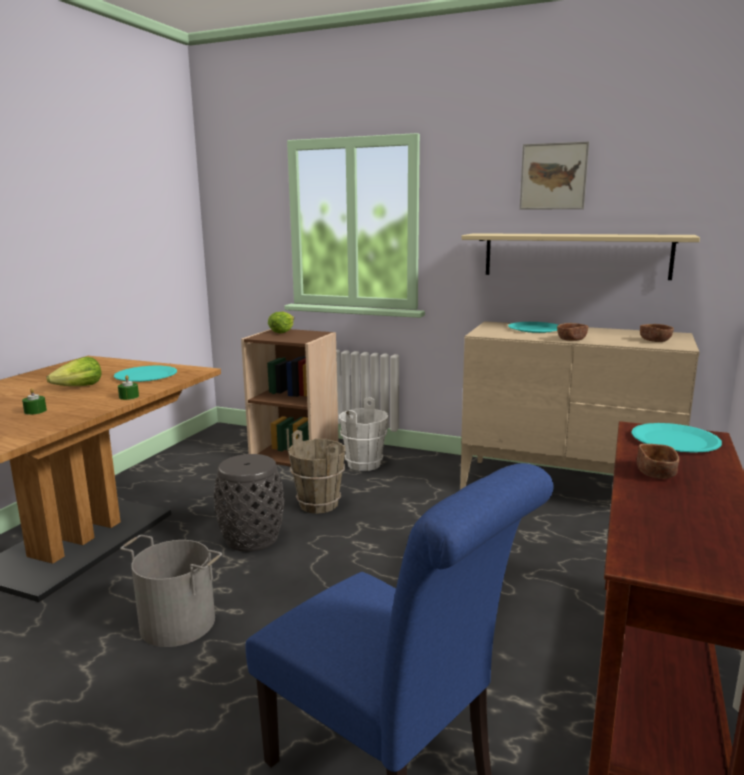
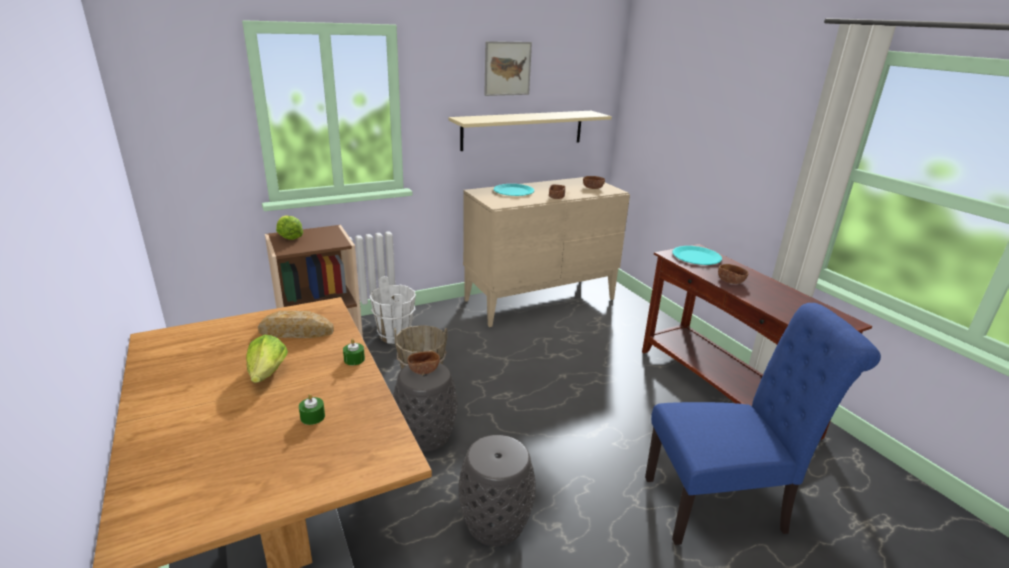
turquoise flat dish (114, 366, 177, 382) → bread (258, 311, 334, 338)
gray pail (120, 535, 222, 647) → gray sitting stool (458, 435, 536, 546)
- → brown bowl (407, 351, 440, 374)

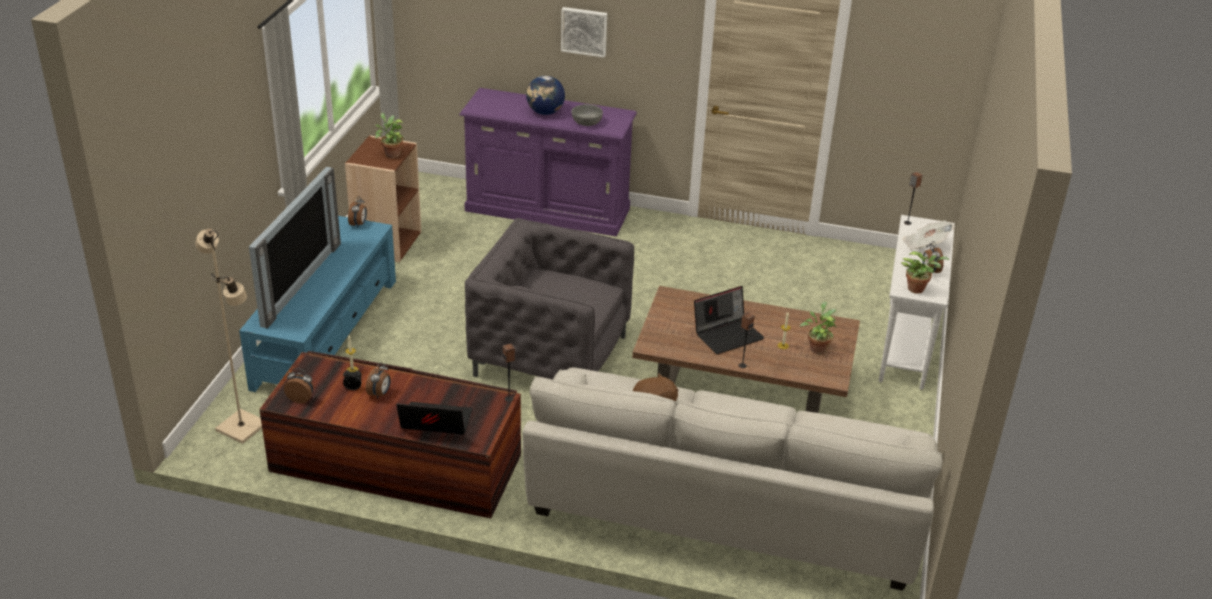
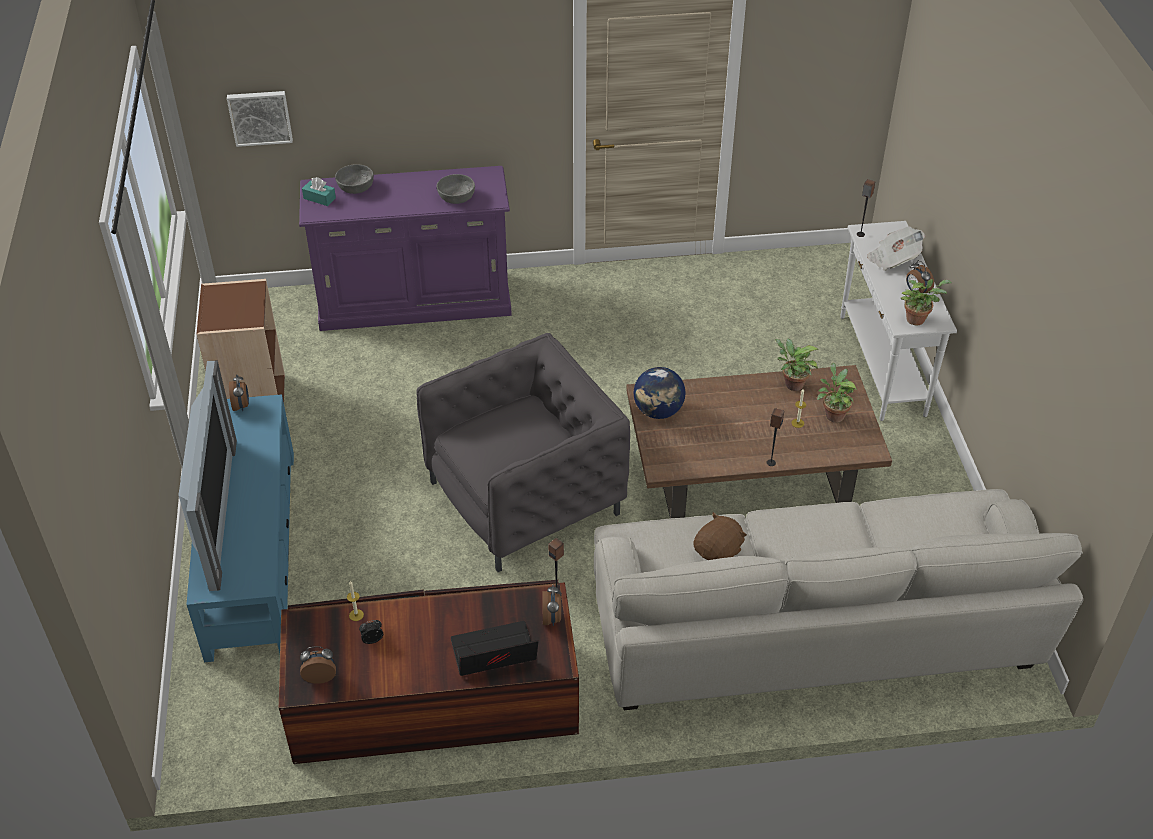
sand-coloured standing lamp (195, 228, 262, 444) → -
alarm clock (366, 363, 391, 399) → alarm clock (542, 585, 561, 626), moved
potted plant (375, 113, 404, 158) → potted plant (775, 338, 819, 391), moved
gray lounge chair (465, 218, 634, 380) → gray lounge chair (416, 333, 630, 572), 150 degrees clockwise
globe (526, 76, 565, 115) → globe (634, 367, 686, 419), moved
picture (561, 7, 607, 57) → picture (227, 91, 293, 147), moved
laptop (694, 286, 764, 354) → -
- → turquoise box of tissues (302, 177, 336, 206)
- → gray bowl (335, 164, 374, 194)

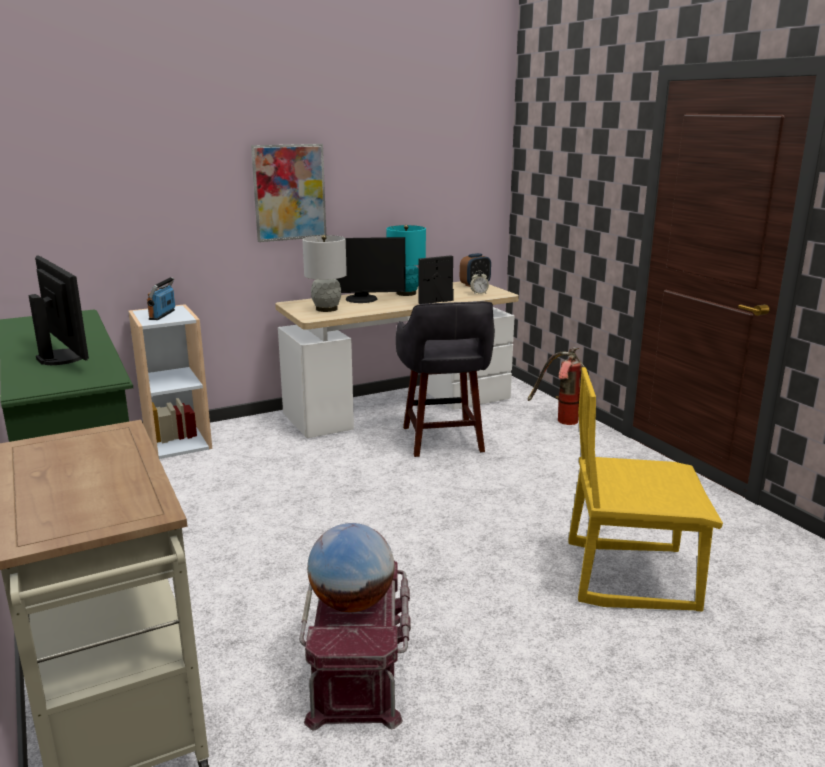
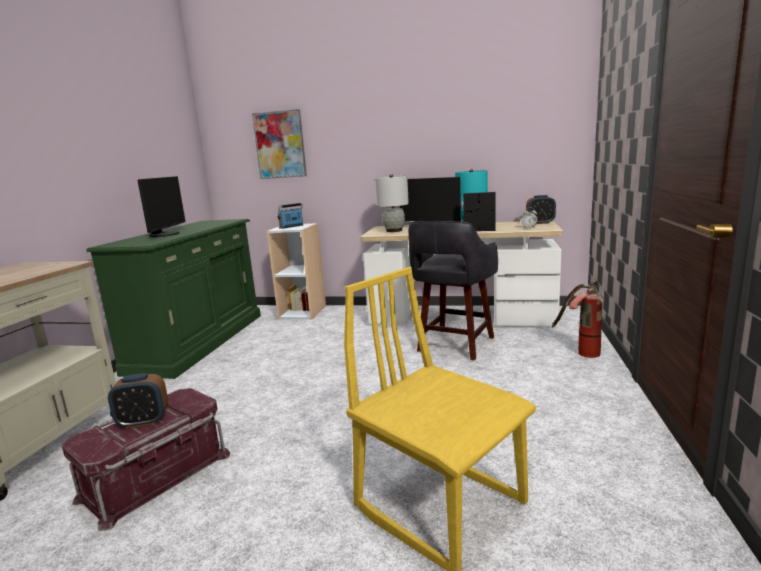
picture (251, 144, 326, 242) → picture (252, 109, 307, 179), moved
globe (307, 523, 394, 612) → alarm clock (108, 373, 168, 428)

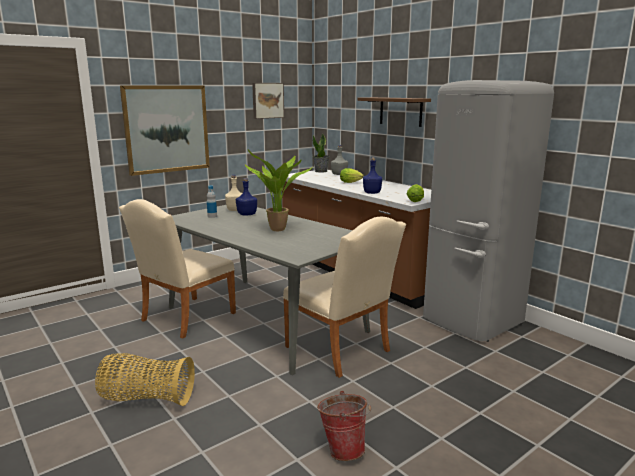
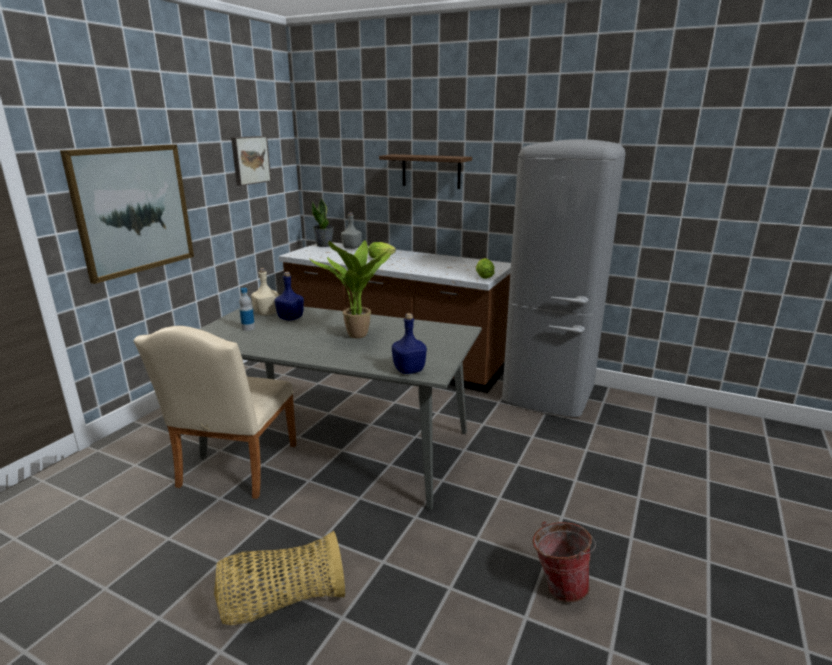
sand-coloured plain chair (283, 217, 406, 378) → -
blue-coloured bottle (363, 157, 382, 194) → blue-coloured bottle (392, 313, 427, 374), moved

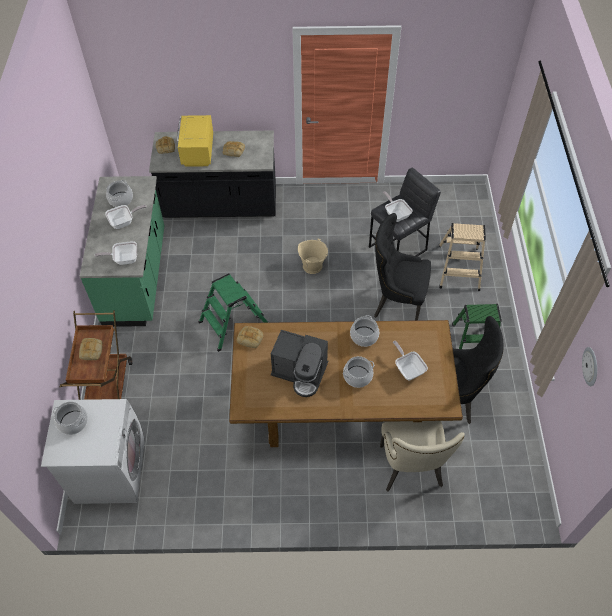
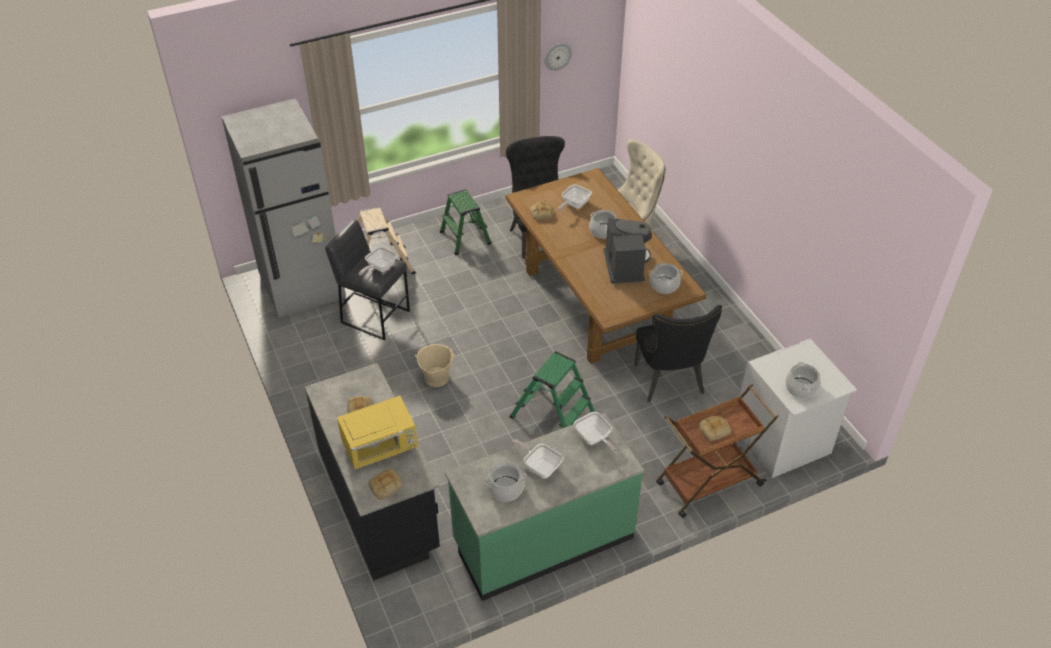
bread (237, 326, 264, 348) → bread (531, 201, 553, 220), moved
stockpot (350, 315, 379, 347) → stockpot (649, 263, 683, 294), moved
blackish plain chair (374, 213, 431, 321) → blackish plain chair (635, 305, 722, 402), moved
- → gray fridge (222, 99, 346, 318)

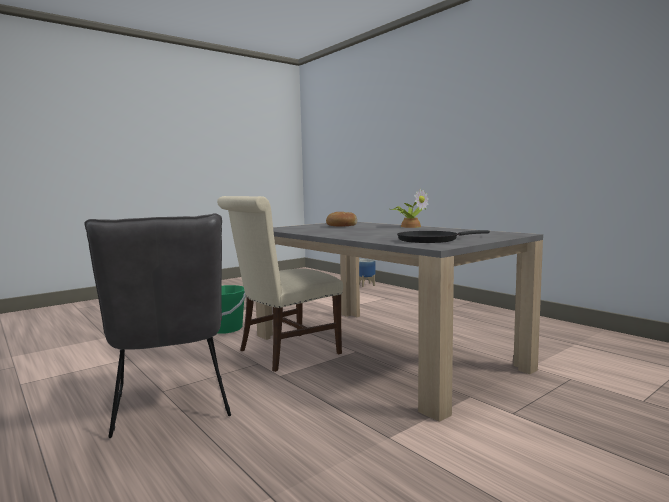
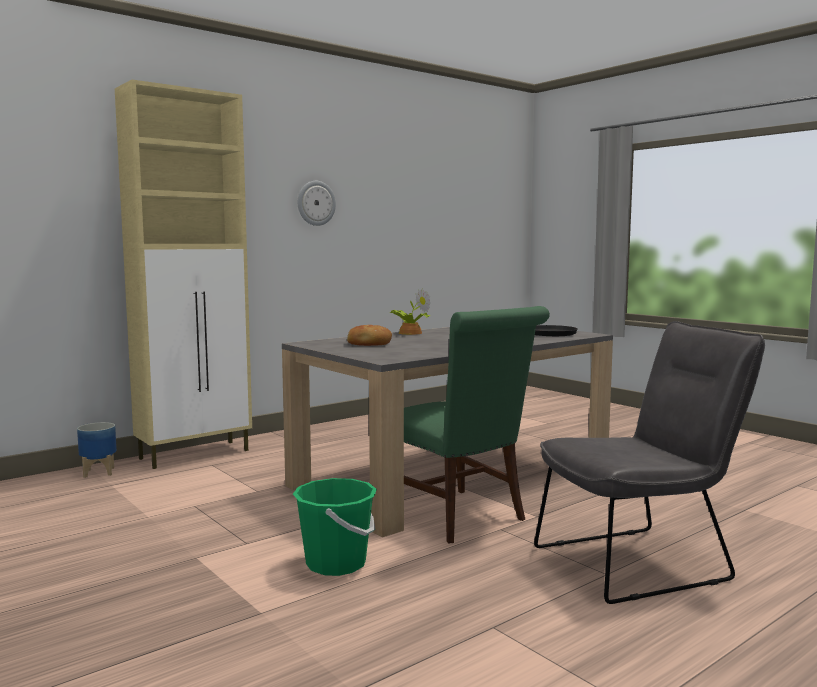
sand-coloured plain chair (217, 196, 343, 372) → green plain chair (404, 306, 550, 544)
- → sand-coloured storage cabinet (115, 79, 252, 469)
- → wall clock (298, 181, 336, 226)

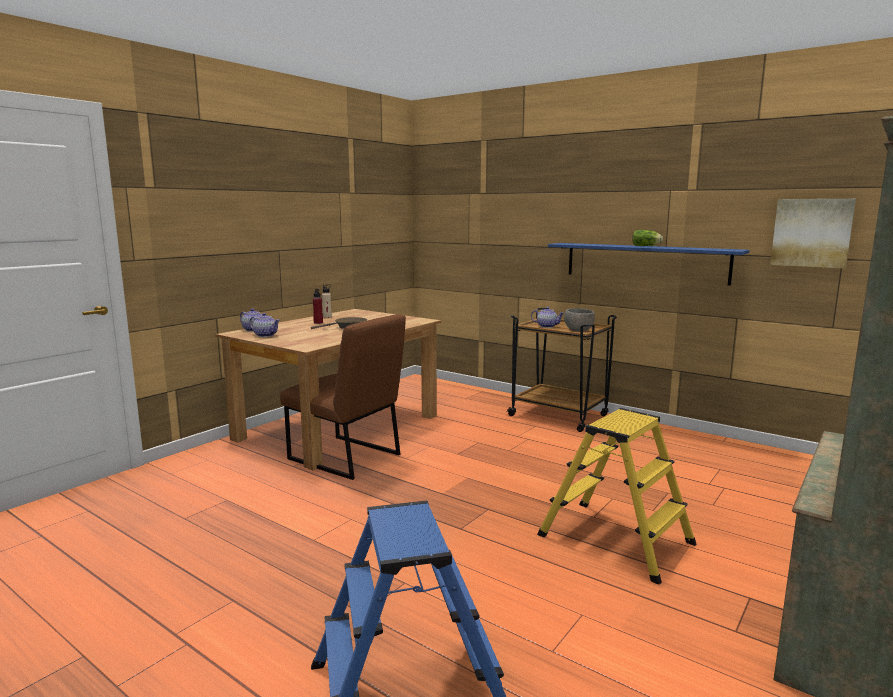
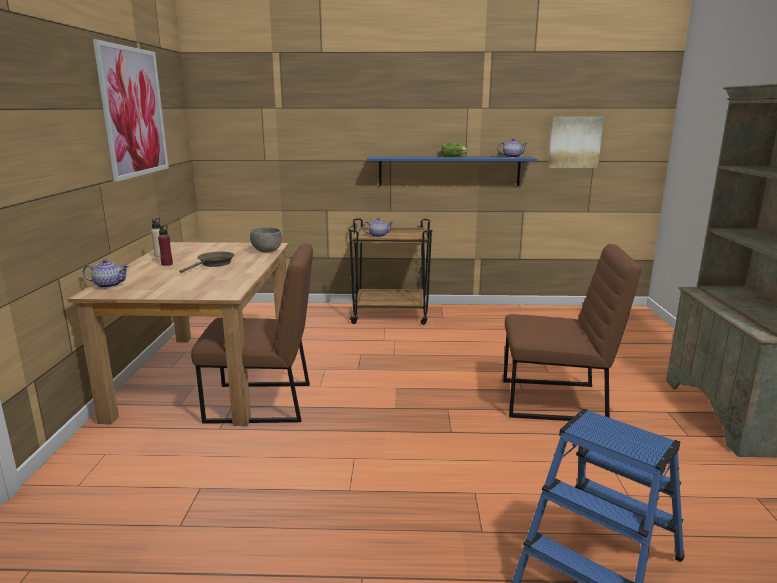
pot for tea (249, 313, 280, 337) → pot for tea (497, 138, 527, 158), moved
yellow step stool (537, 408, 697, 585) → brown plain chair (503, 244, 641, 421)
gray bowl (564, 308, 595, 332) → gray bowl (250, 227, 282, 253), moved
- → picture (93, 39, 169, 182)

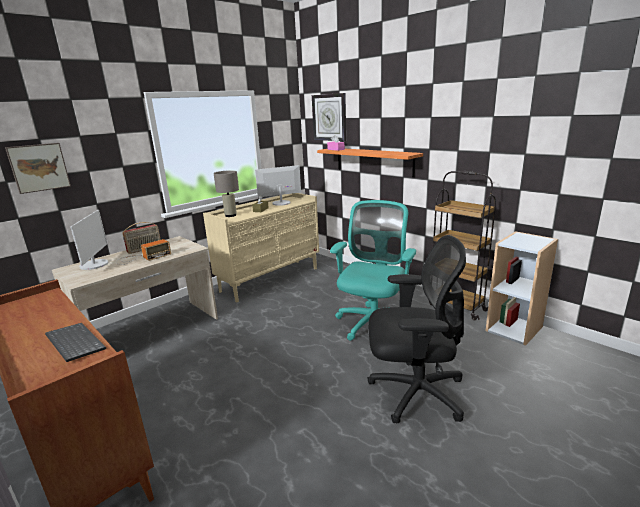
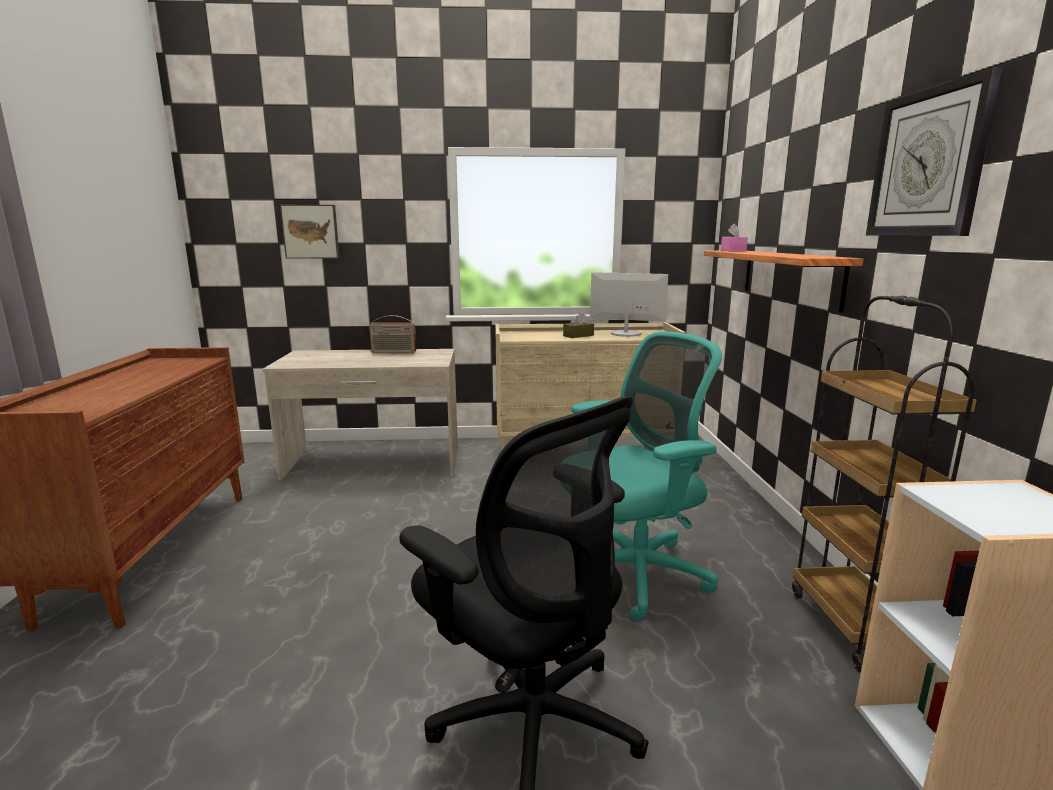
computer keyboard (45, 323, 106, 362) → -
monitor (70, 210, 108, 270) → -
radio set (116, 239, 171, 265) → -
gray table lamp (214, 170, 239, 217) → -
wall clock (312, 93, 346, 141) → wall clock (866, 67, 1002, 236), moved

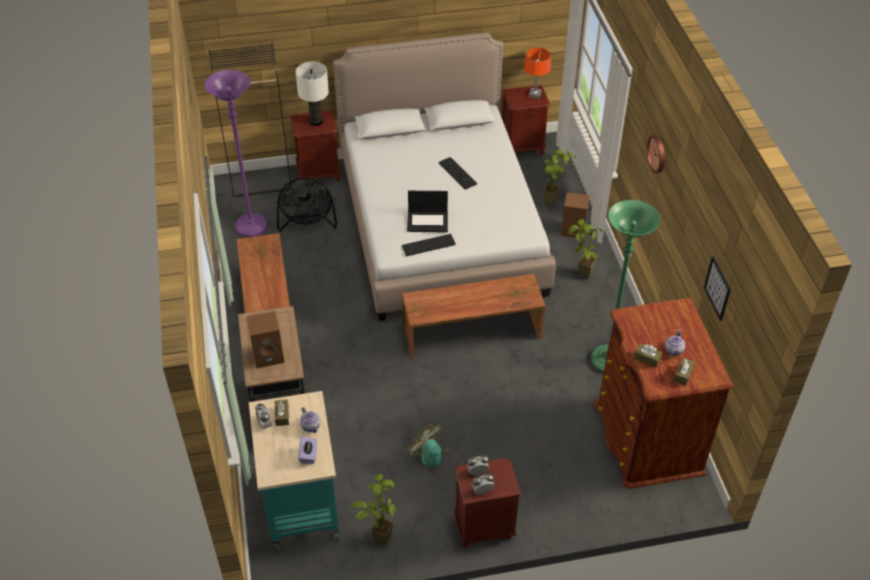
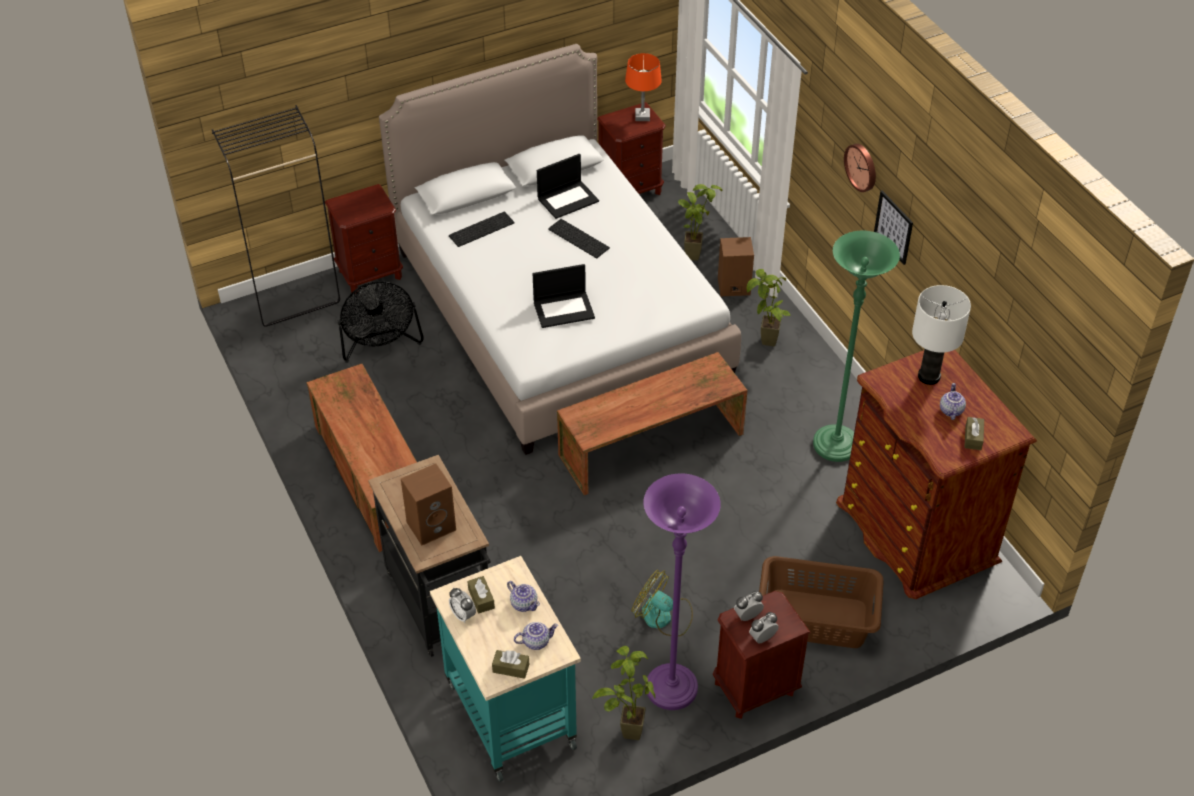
purple-coloured standing lamp (204, 70, 267, 237) → purple-coloured standing lamp (643, 473, 721, 710), moved
white table lamp (296, 62, 329, 126) → white table lamp (912, 285, 971, 385), moved
purple-coloured box of tissues (299, 437, 317, 464) → pot for tea (514, 622, 558, 650)
computer keyboard (402, 234, 456, 256) → computer keyboard (449, 212, 514, 247), moved
brown box of tissues (634, 344, 662, 367) → brown box of tissues (492, 650, 529, 679), moved
picture (704, 256, 731, 321) → picture (874, 190, 913, 265), moved
- → laptop (537, 154, 599, 219)
- → brown hamper (759, 556, 884, 648)

